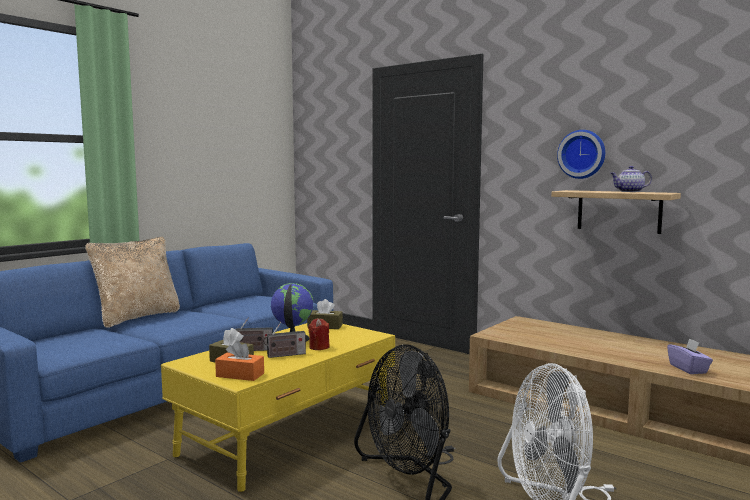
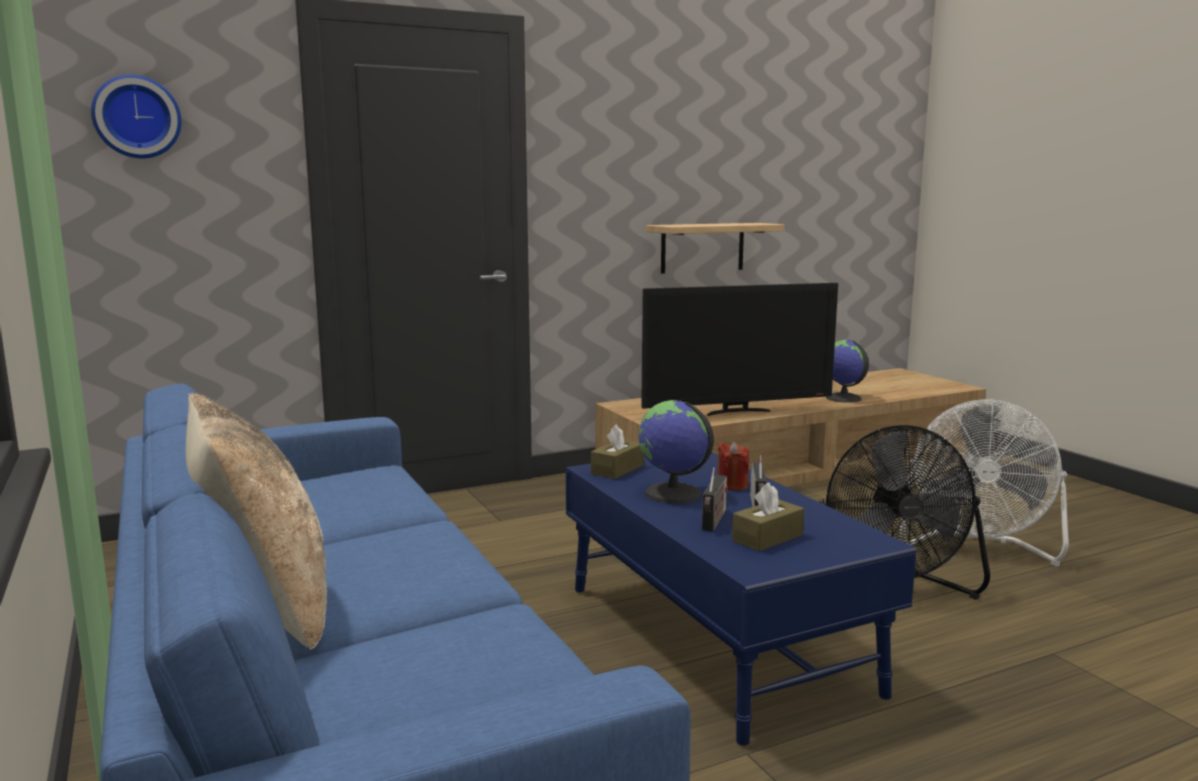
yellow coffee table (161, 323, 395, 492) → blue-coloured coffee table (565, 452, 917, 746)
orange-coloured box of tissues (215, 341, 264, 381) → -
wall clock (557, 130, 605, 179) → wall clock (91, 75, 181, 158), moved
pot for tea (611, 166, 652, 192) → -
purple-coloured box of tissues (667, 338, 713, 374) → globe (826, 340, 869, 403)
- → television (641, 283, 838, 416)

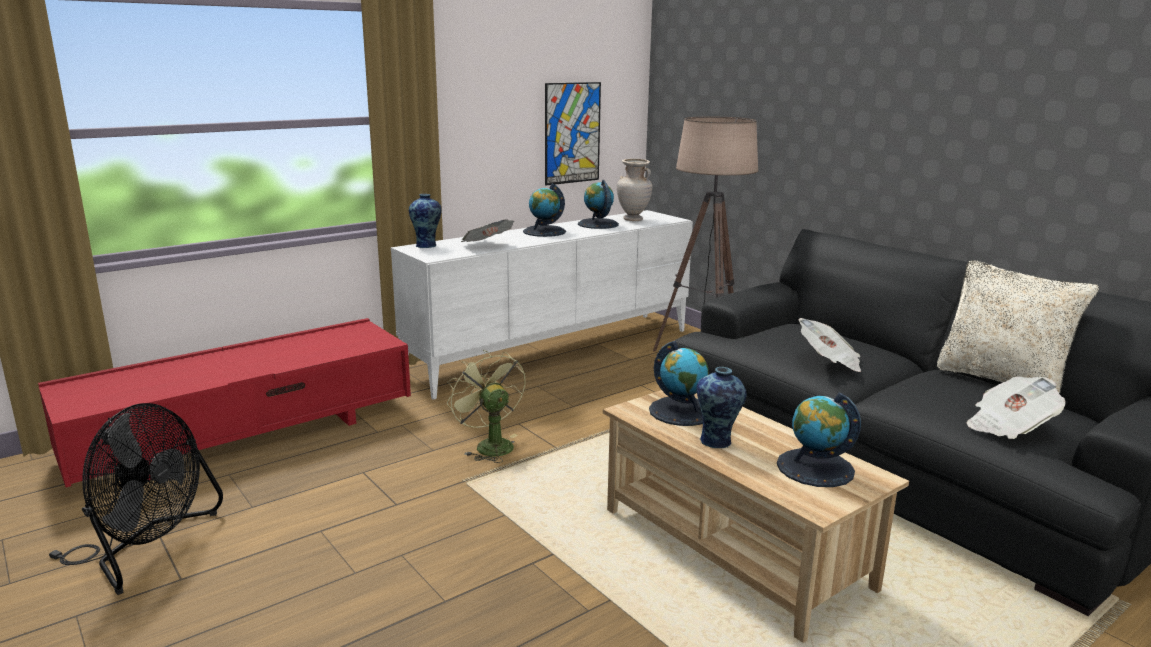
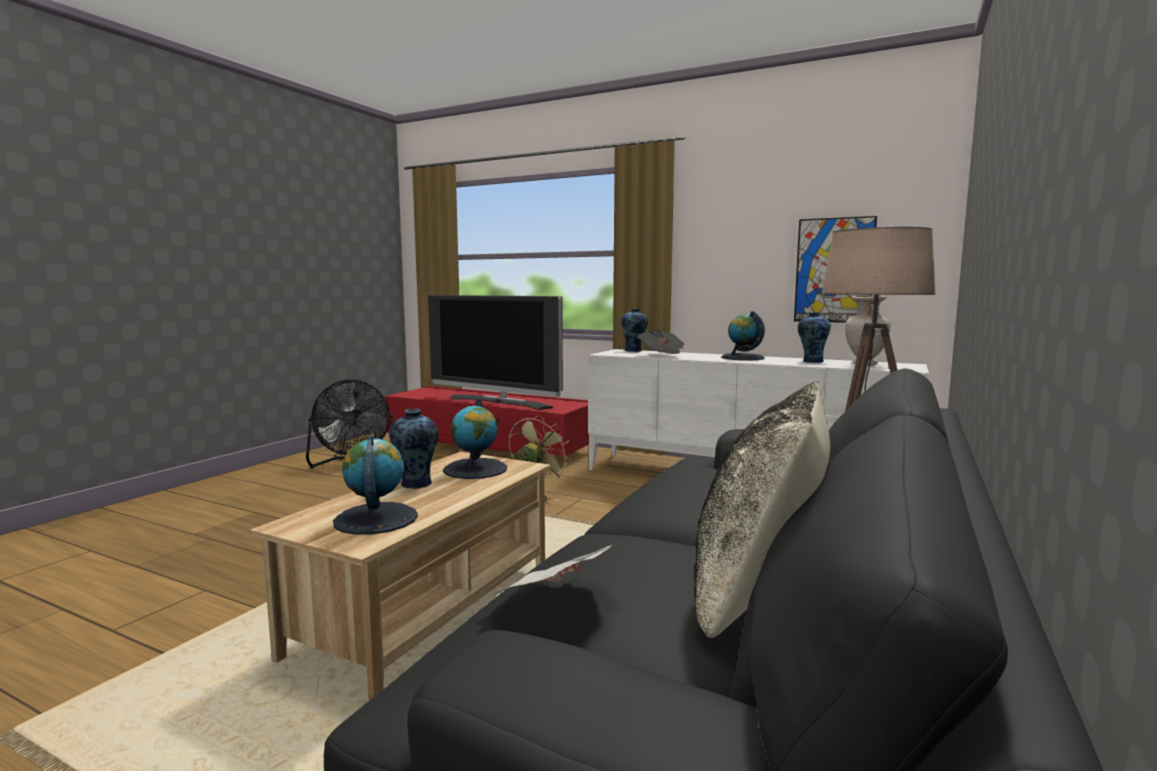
globe (578, 180, 619, 229) → decorative vase (798, 312, 831, 363)
daily paper (799, 318, 861, 372) → -
- → television (428, 295, 563, 410)

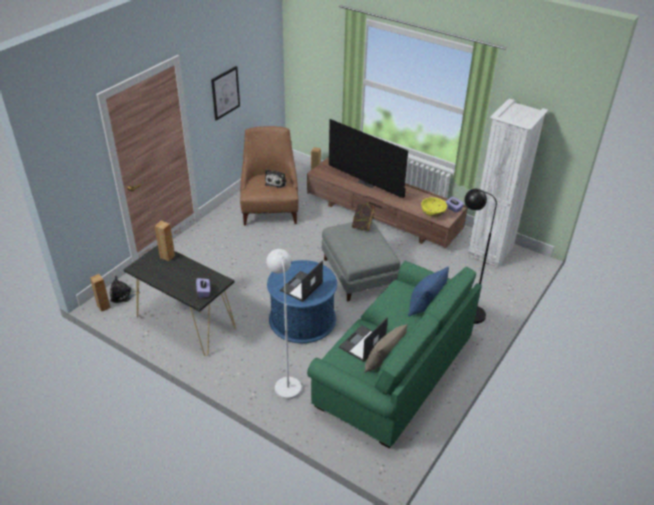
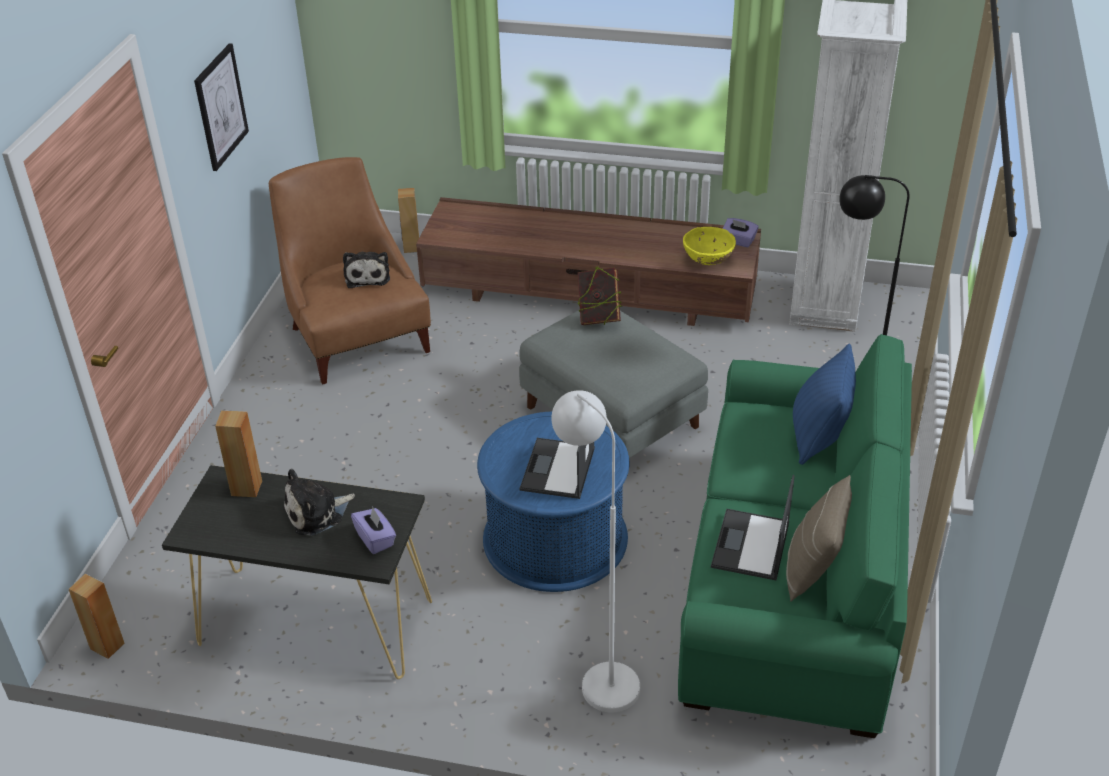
plush toy (110, 276, 140, 303) → plush toy (283, 469, 355, 536), moved
television (329, 119, 408, 198) → -

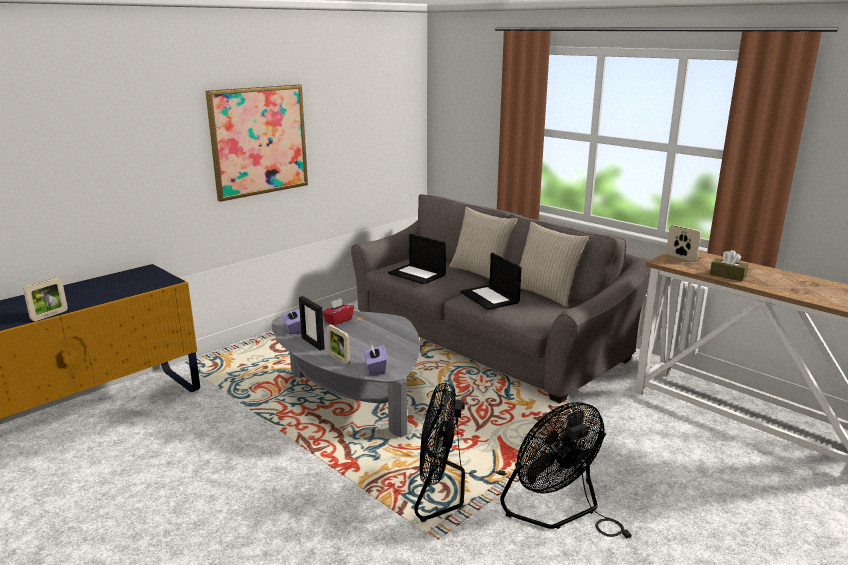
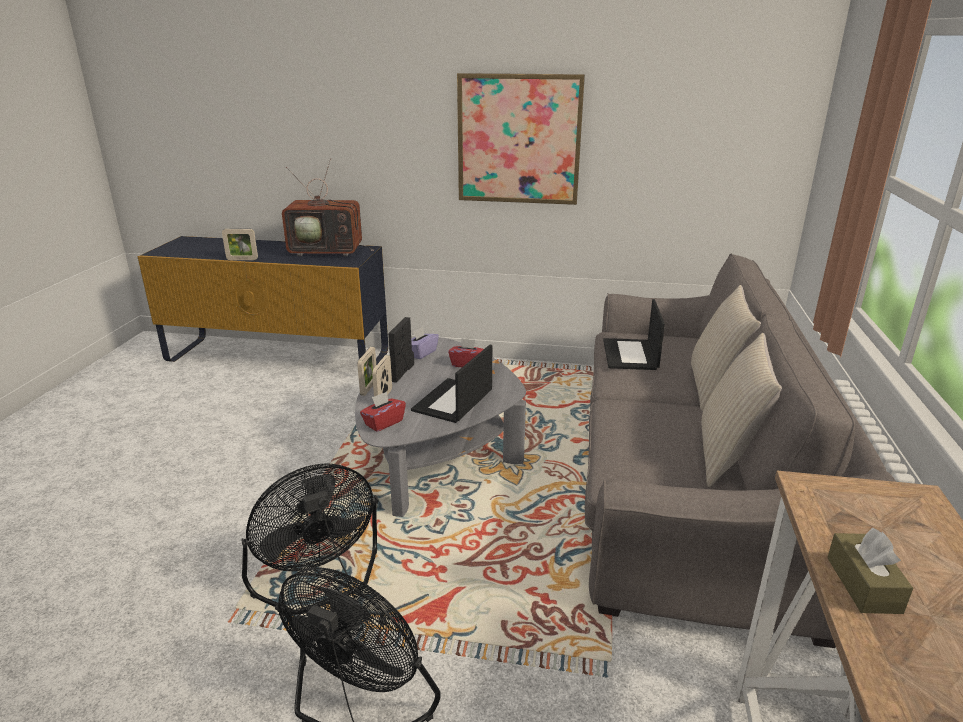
purple-coloured box of tissues (364, 345, 387, 375) → red-coloured box of tissues (360, 392, 406, 432)
laptop (460, 252, 522, 310) → laptop (411, 345, 492, 423), moved
standing frame (666, 225, 701, 262) → standing frame (357, 347, 376, 396), moved
- → television (282, 158, 374, 256)

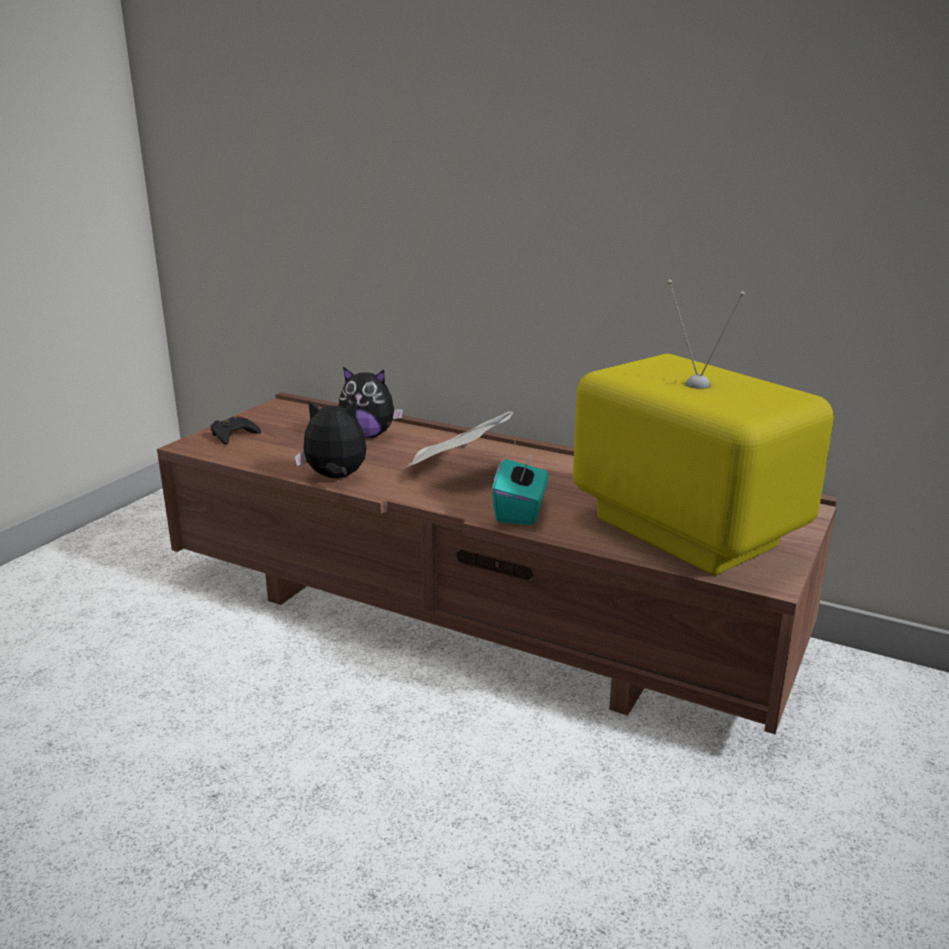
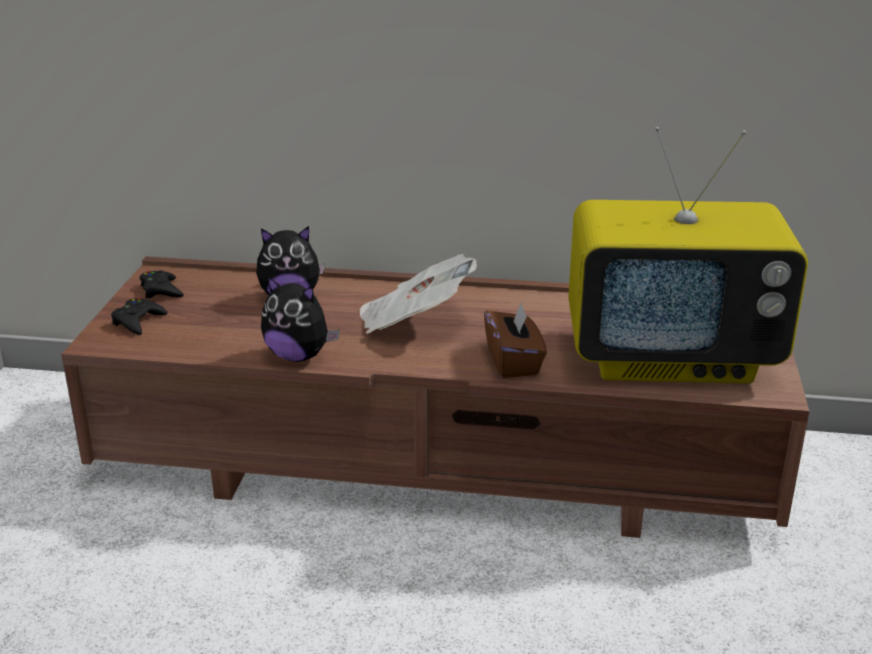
plush toy (295, 400, 367, 478) → plush toy (261, 275, 340, 362), 135 degrees counterclockwise
turquoise box of tissues (492, 453, 548, 525) → brown box of tissues (484, 301, 547, 378)
television (573, 280, 834, 575) → television (568, 127, 808, 383), 150 degrees clockwise
- → blackish gamepad (140, 270, 184, 299)

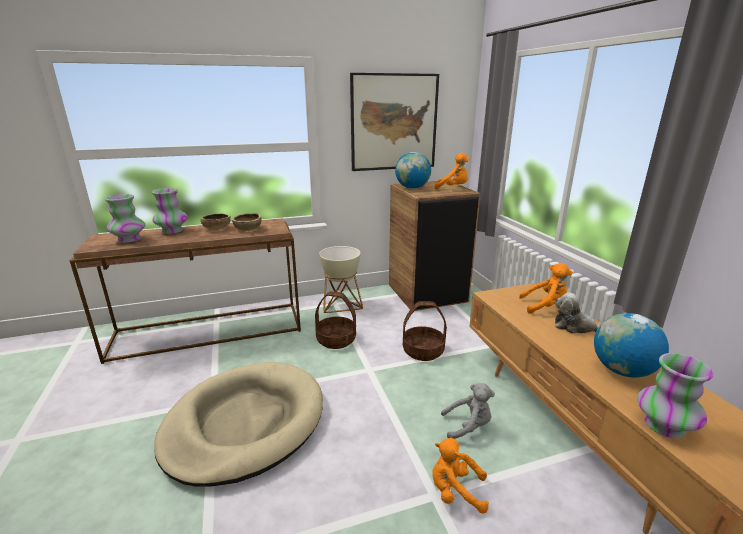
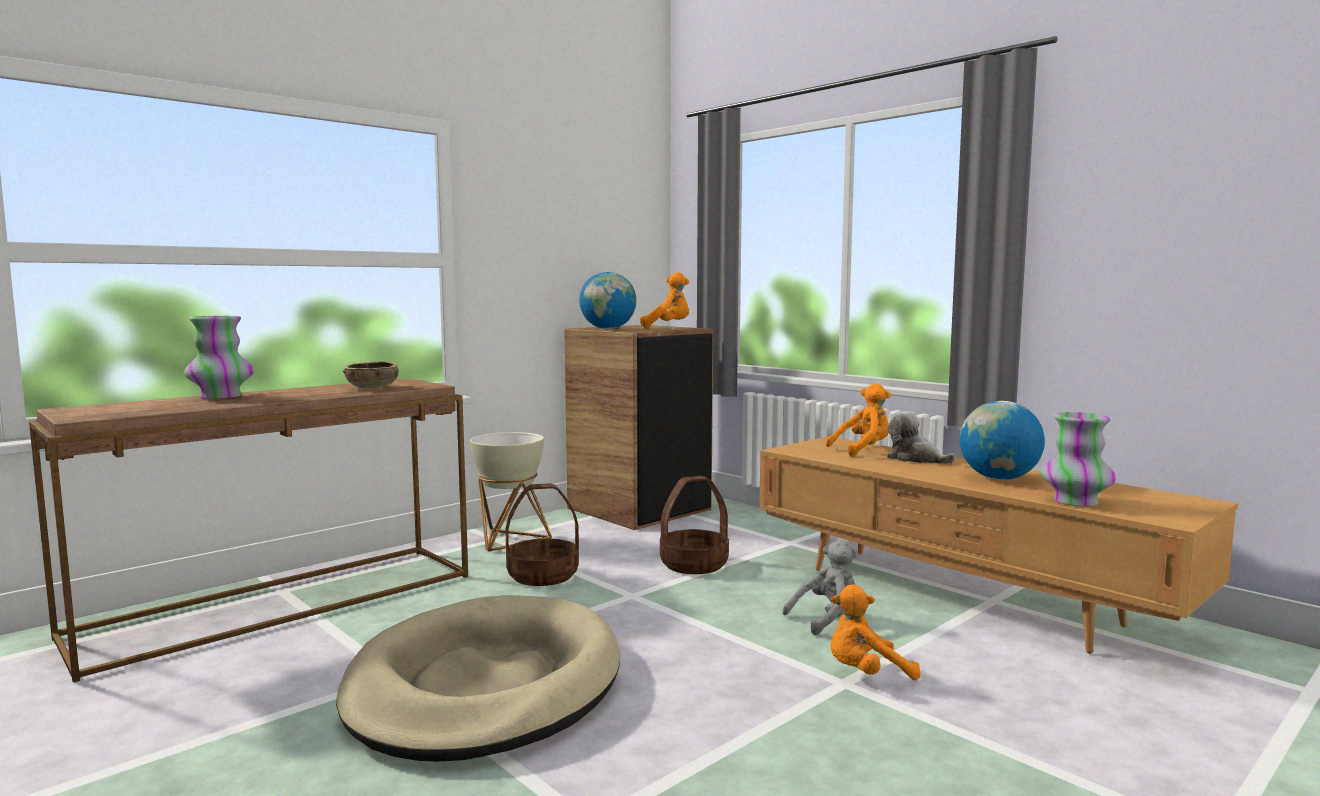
decorative vase (105, 194, 145, 243) → -
brown bowl (201, 214, 231, 230) → -
picture (350, 73, 439, 171) → -
plush toy (555, 292, 600, 334) → plush toy (887, 411, 955, 464), 45 degrees clockwise

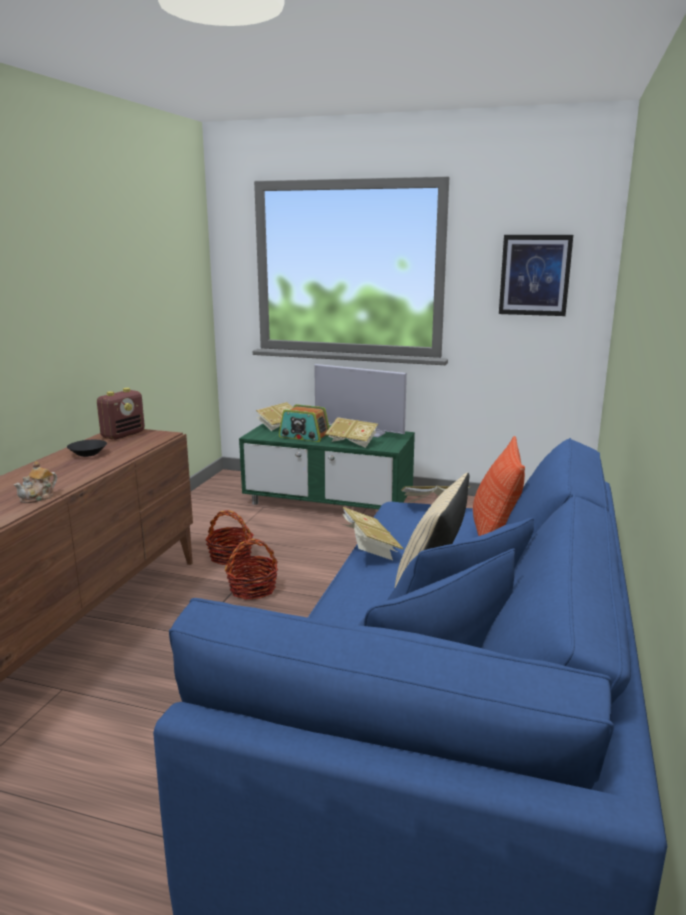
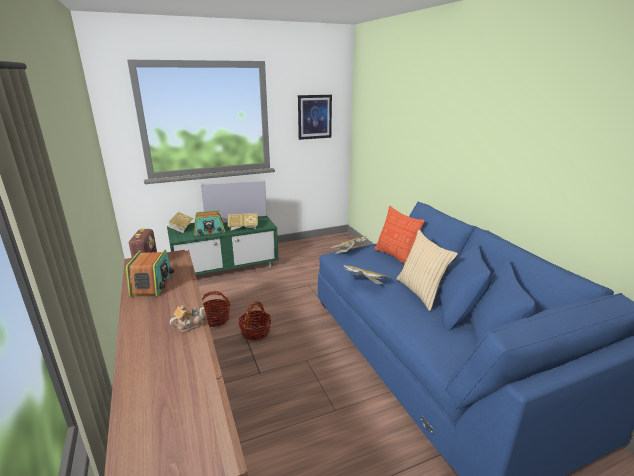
pot for tea (14, 461, 57, 503) → pot for tea (170, 305, 205, 333), 120 degrees counterclockwise
blackish bowl (67, 440, 107, 457) → radio set (126, 250, 174, 297)

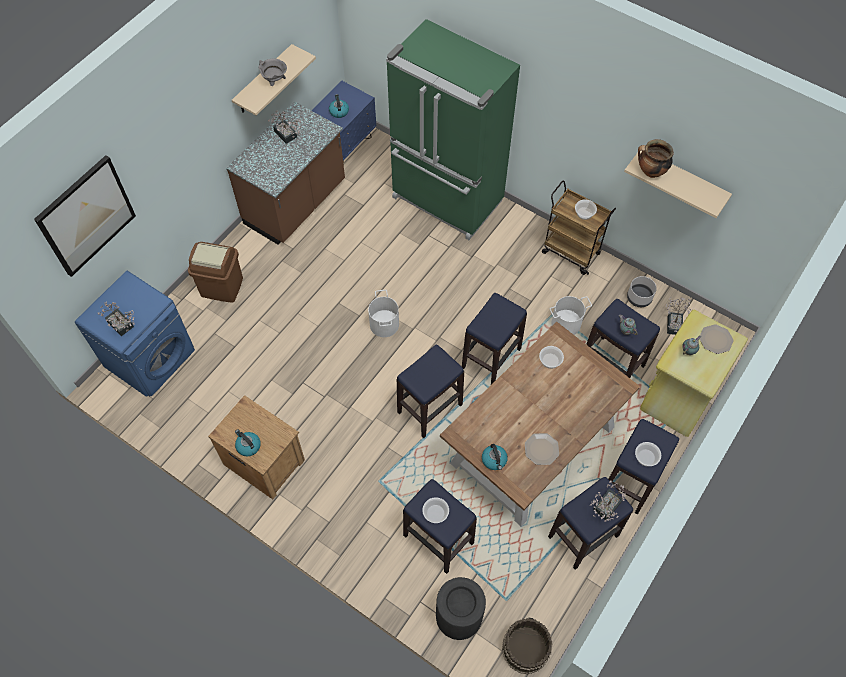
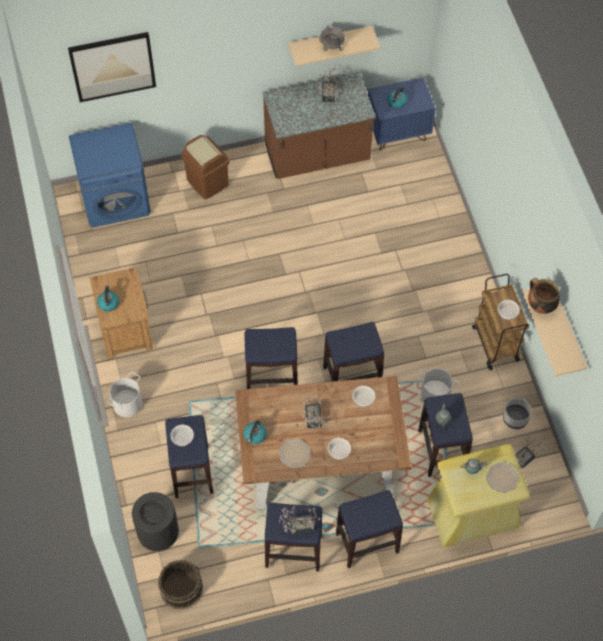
potted plant (98, 301, 135, 336) → potted plant (302, 394, 329, 430), moved
white pail (368, 290, 399, 337) → white pail (107, 372, 142, 417), moved
green fridge (386, 19, 520, 240) → -
bowl (635, 442, 661, 466) → bowl (328, 438, 351, 460), moved

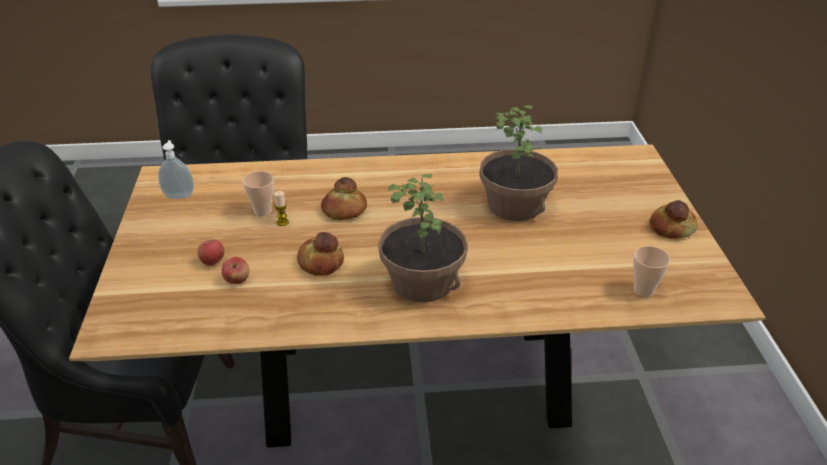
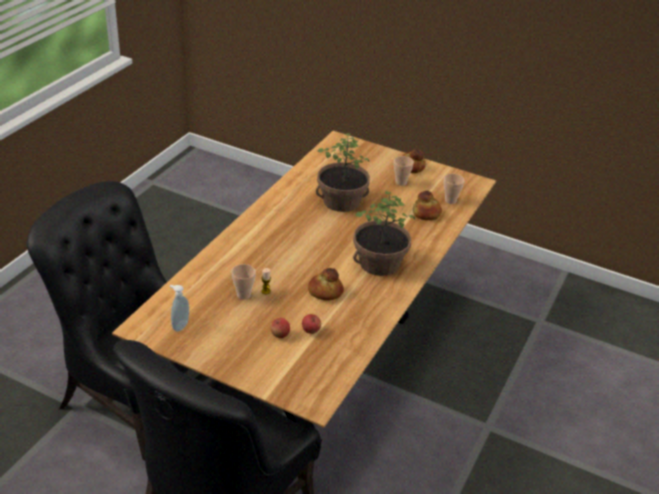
bread (321, 177, 367, 220) → bread (413, 191, 442, 220), moved
- → cup (394, 156, 414, 186)

